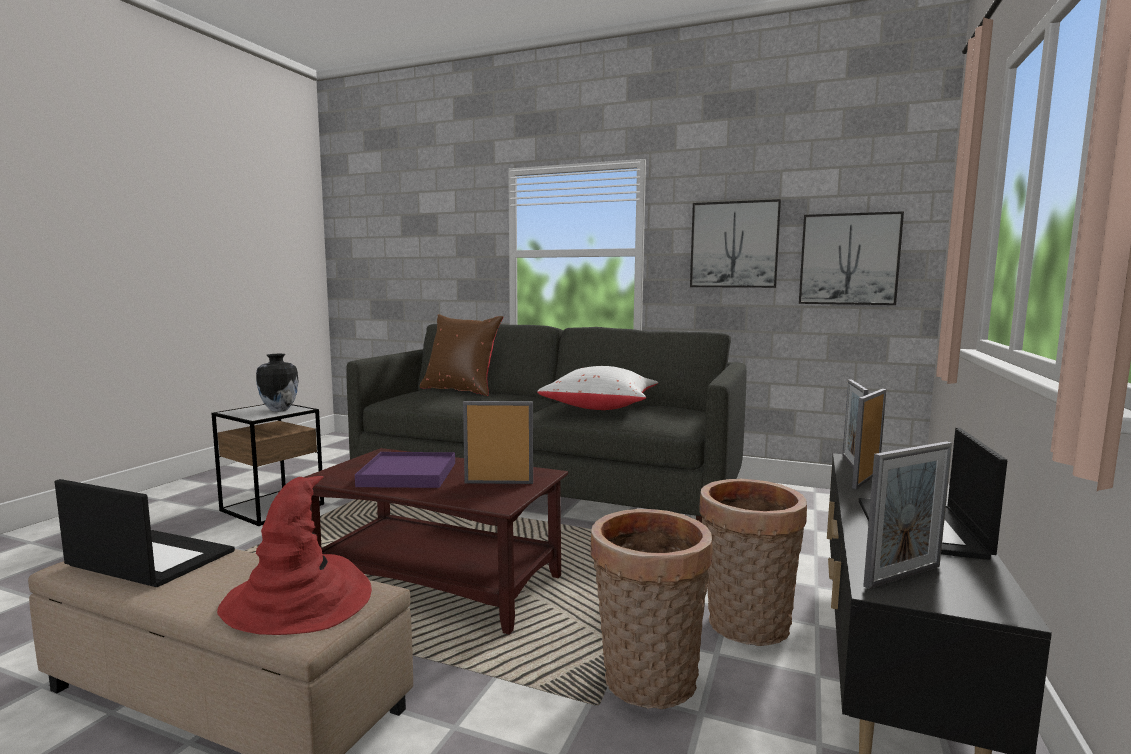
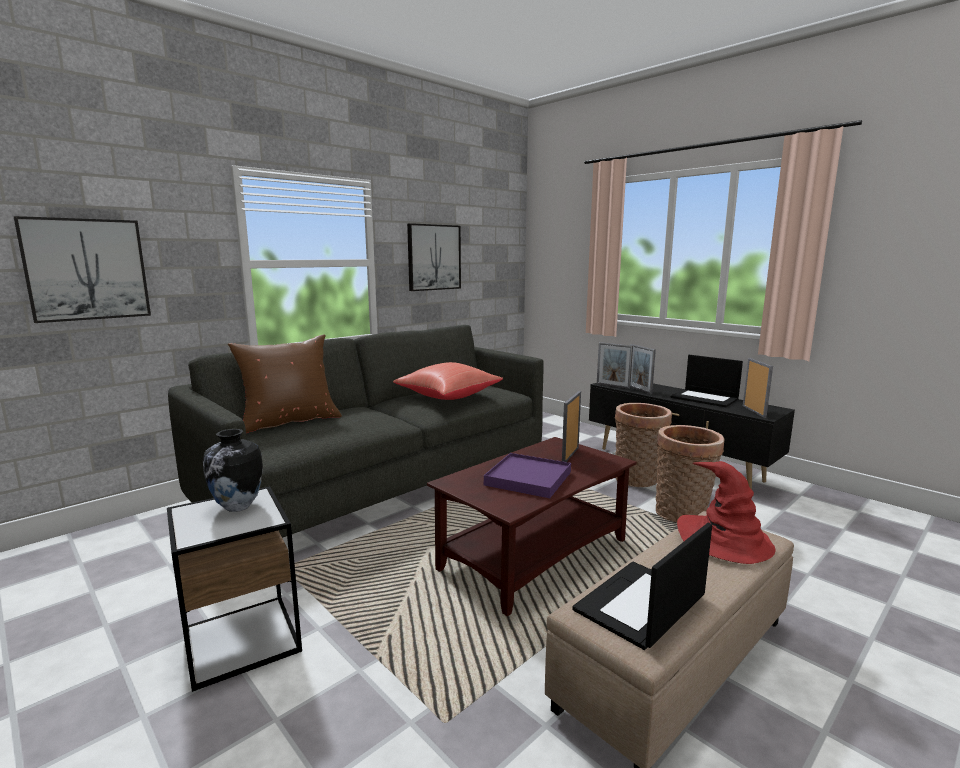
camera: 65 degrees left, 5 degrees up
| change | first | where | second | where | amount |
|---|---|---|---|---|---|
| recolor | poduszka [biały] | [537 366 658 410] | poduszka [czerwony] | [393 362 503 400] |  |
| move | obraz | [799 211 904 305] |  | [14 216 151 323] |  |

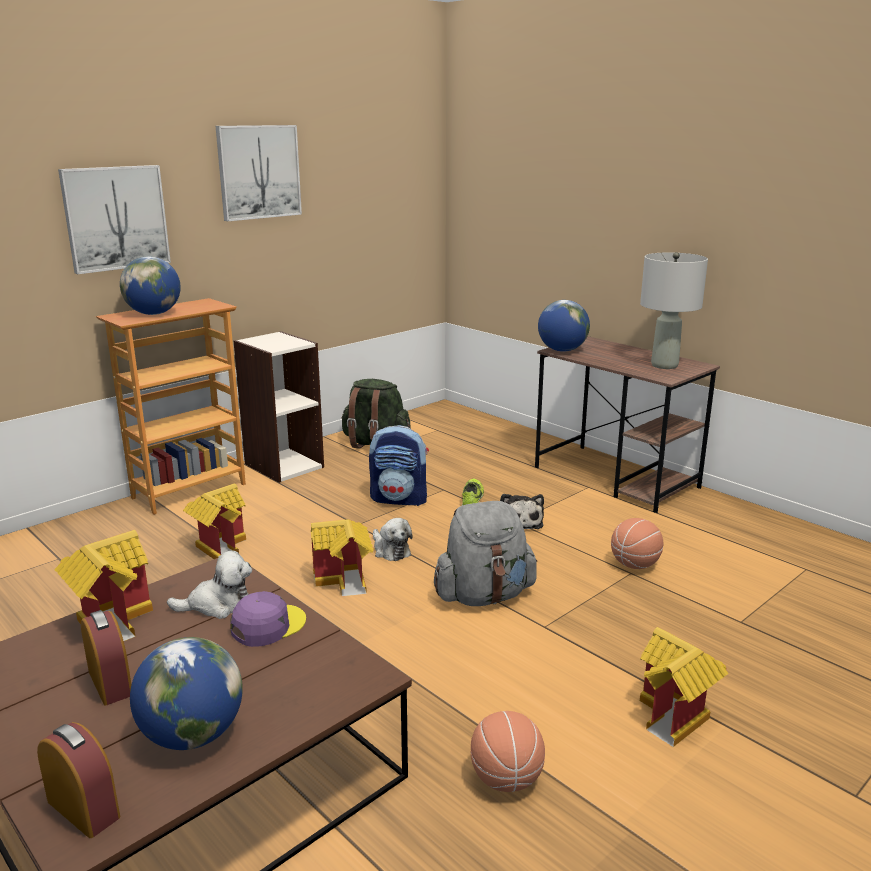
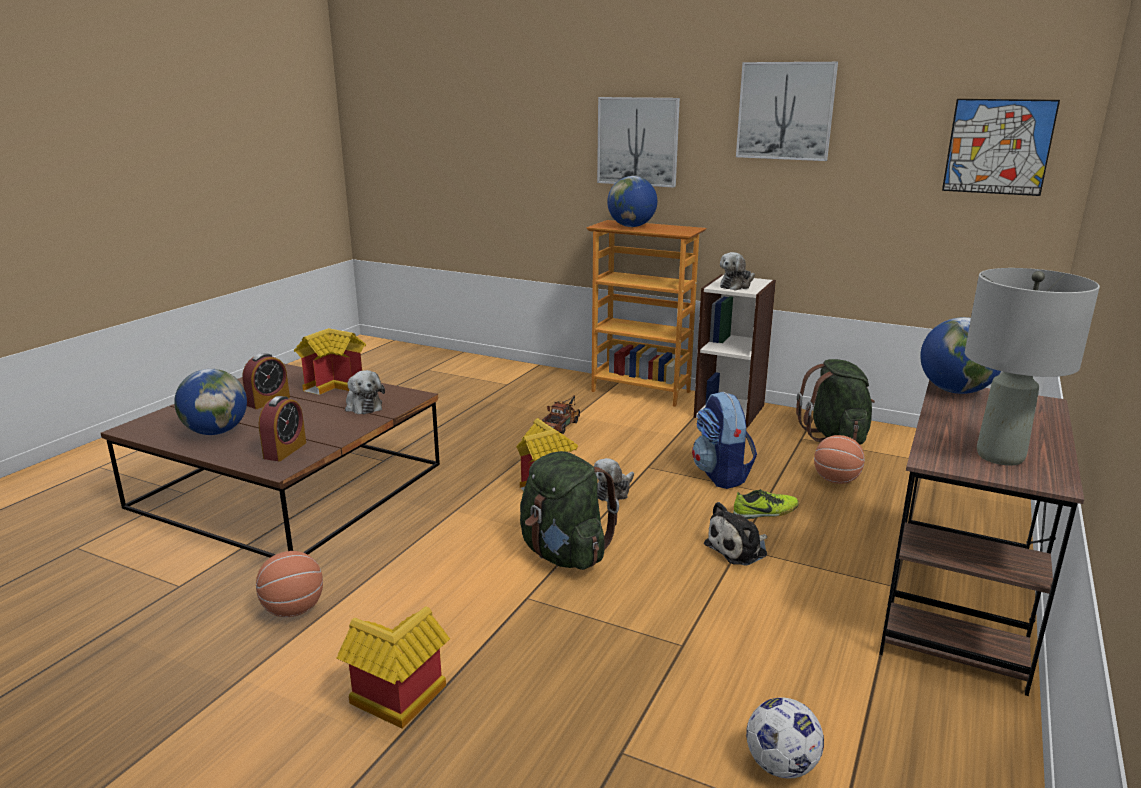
camera: 70 degrees right, 0 degrees up
| change | first | where | second | where | amount |
|---|---|---|---|---|---|
| move | budzik | [37 722 120 838] |  | [259 396 306 461] |  |
| replace | domek | [183 483 246 559] | ciężarówka zabawkowa | [542 395 580 434] |  |
| delete | czapka z daszkiem [fioletowy] | [231 591 306 647] |  |  |  |
| recolor | plecak [szary] | [434 501 537 606] | plecak [zielony] | [520 451 619 570] |  |
| move | piłka do koszykówki | [611 518 663 569] |  | [814 435 865 484] |  |
| insert |  |  | pluszak | [720 252 755 291] |  |
| insert |  |  | piłka futbolowa | [746 697 824 779] |  |
| insert |  |  | obraz | [942 99 1060 196] |  |

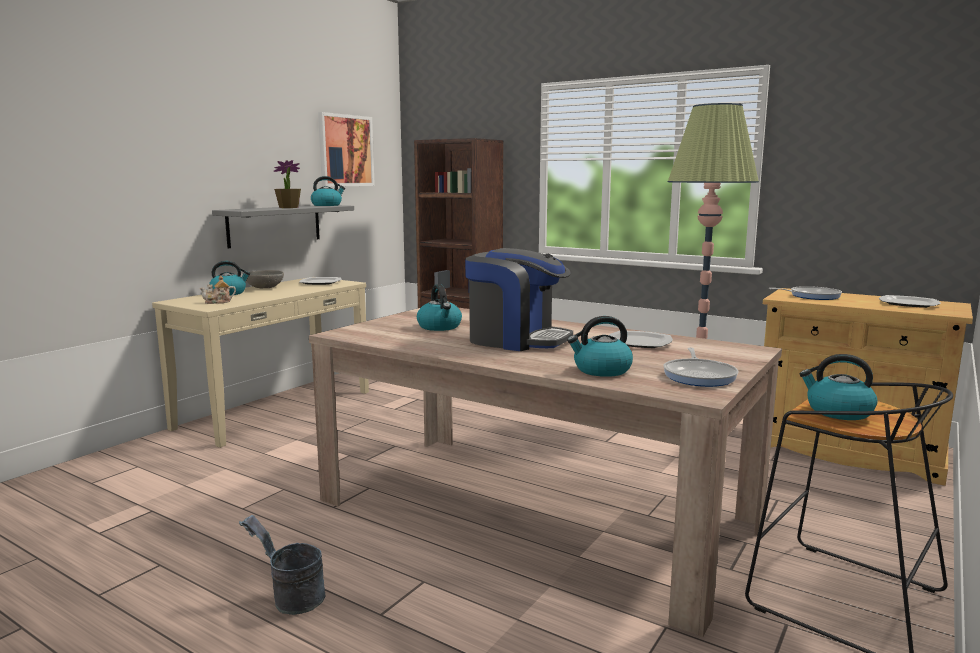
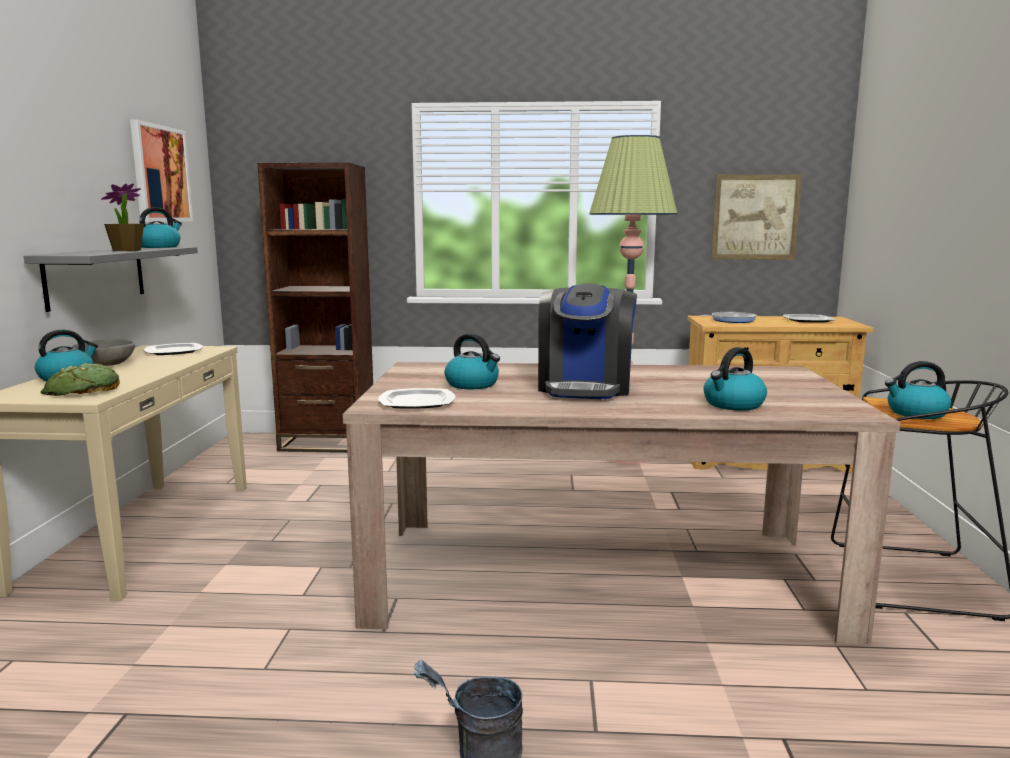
camera: 30 degrees left, 0 degrees up
| change | first | where | second | where | amount |
|---|---|---|---|---|---|
| replace | imbryk | [199 276 236 304] | chleb | [41 363 120 396] |  |
| rotate | ekspres do kawy | [465 248 573 351] |  | [538 283 637 399] | 105 degrees clockwise |
| move | talerz | [609 331 673 348] |  | [378 388 456 409] |  |
| delete | patelnia | [663 347 738 387] |  |  |  |
| insert |  |  | obraz | [711 174 802 260] |  |

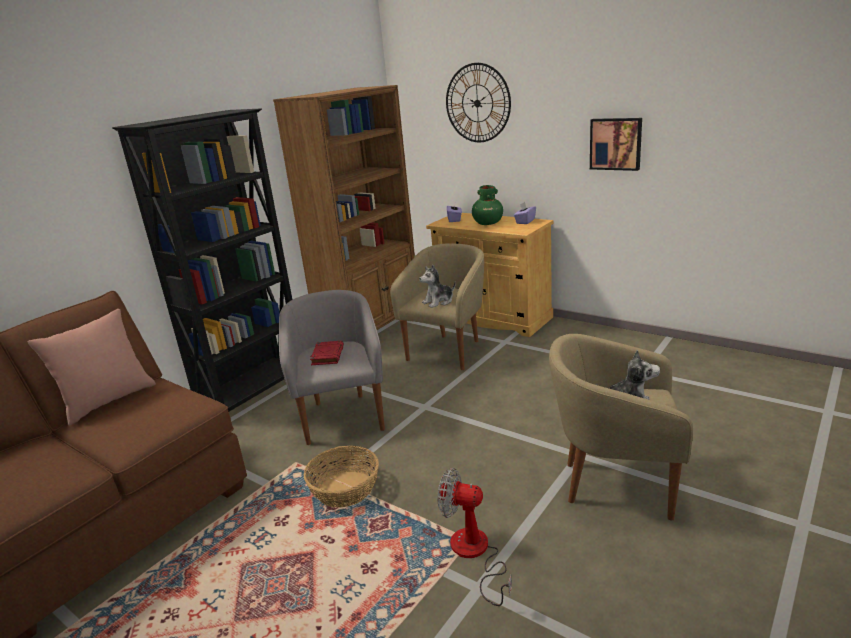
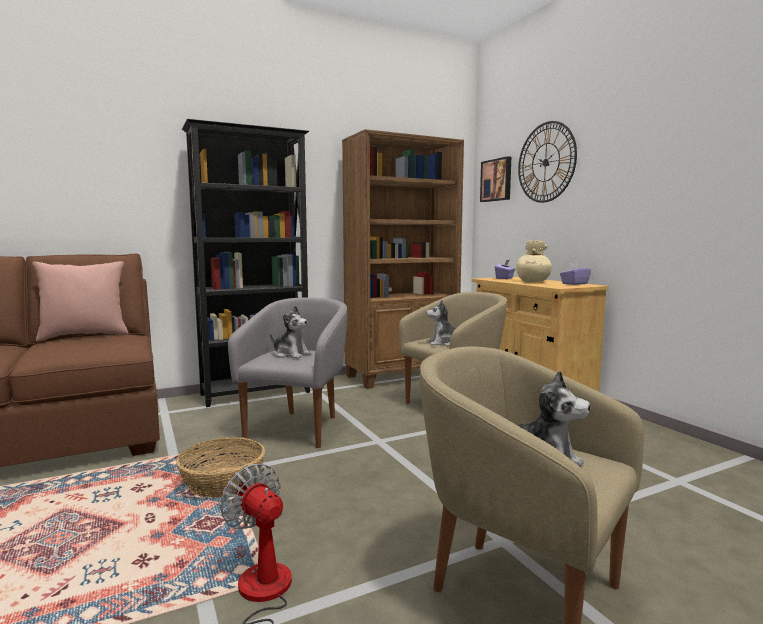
camera: 25 degrees right, 15 degrees down
| change | first | where | second | where | amount |
|---|---|---|---|---|---|
| replace | książka [czerwony] | [310 341 344 365] | pluszak | [270 306 311 358] |  |
| recolor | wazon [zielony] | [472 185 503 225] | wazon [beżowy] | [516 241 552 282] |  |
| move | obraz | [590 118 642 171] |  | [480 156 511 202] |  |

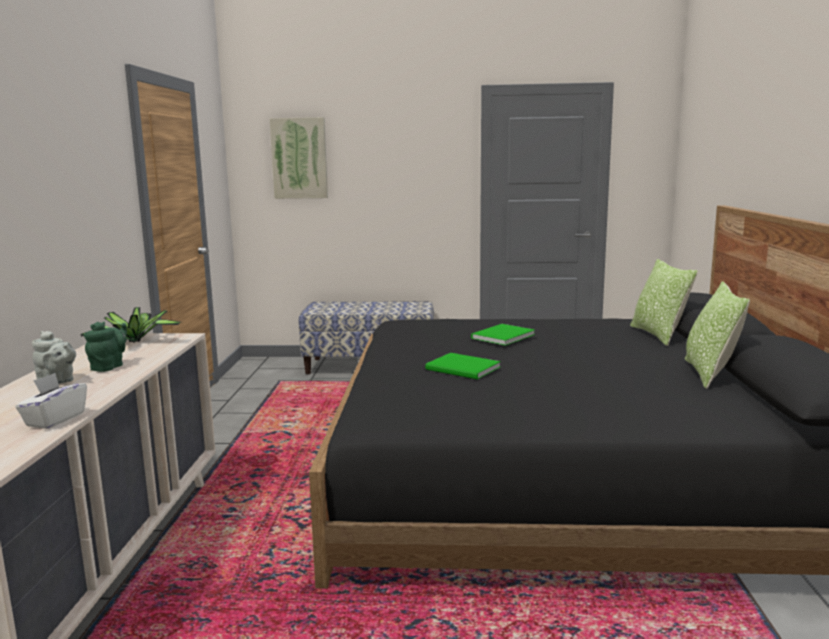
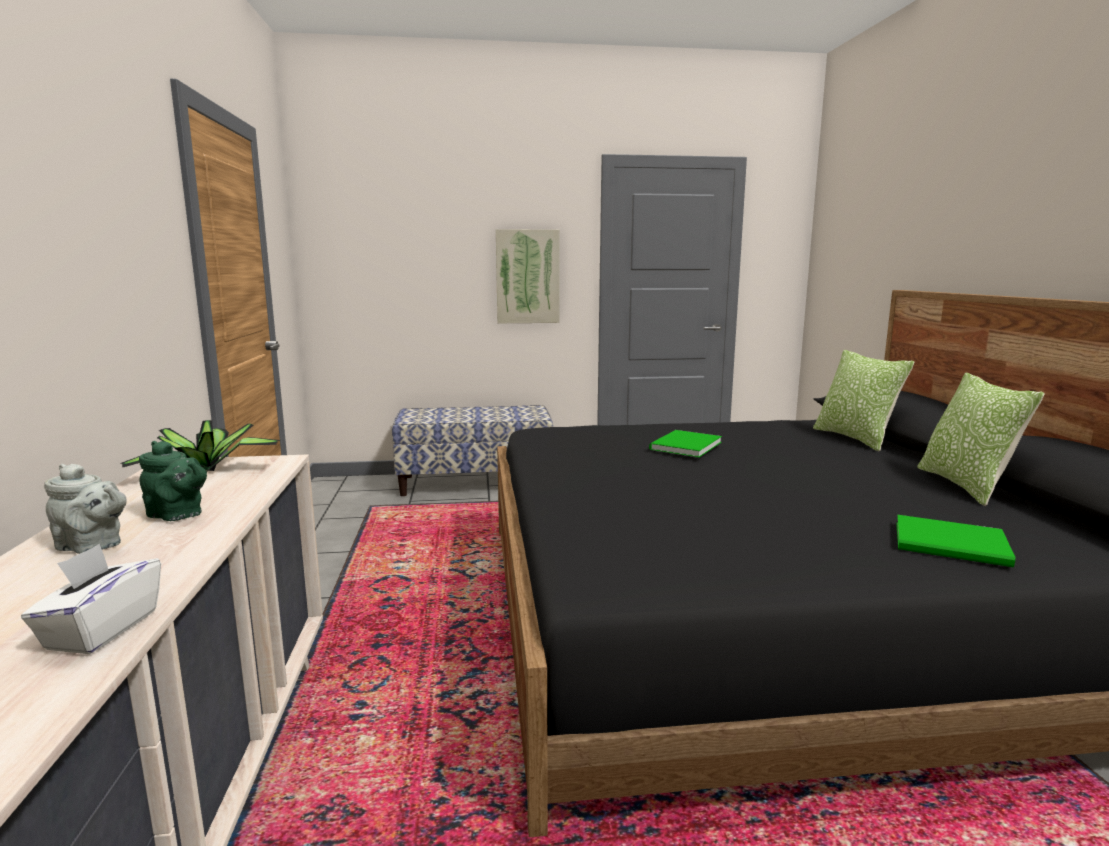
camera: 10 degrees left, 0 degrees up
| change | first | where | second | where | amount |
|---|---|---|---|---|---|
| rotate | imbryk [zielony] | [84 322 127 372] |  | [139 441 207 521] | 105 degrees clockwise |
| move | obraz | [270 117 328 199] |  | [496 229 560 323] |  |
| move | książka [zielony] | [425 353 501 380] |  | [896 515 1015 567] |  |

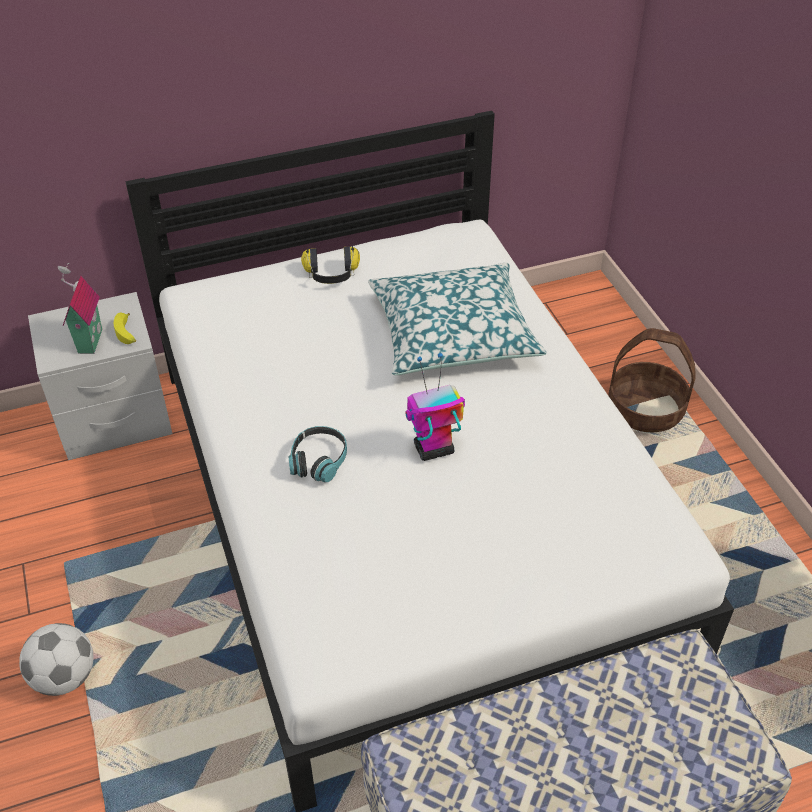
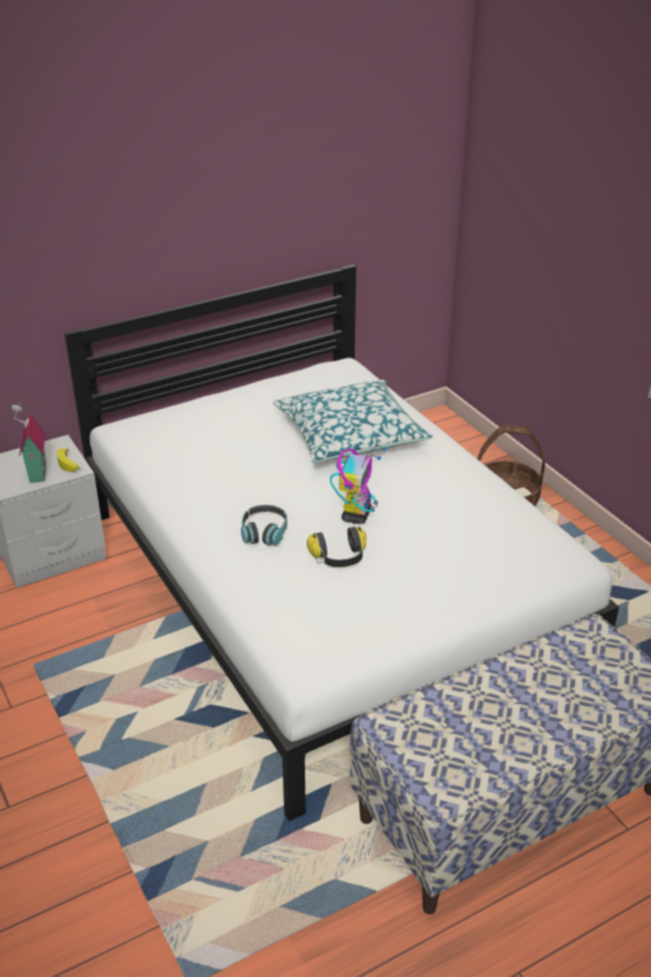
camera: 10 degrees left, 10 degrees down
| change | first | where | second | where | amount |
|---|---|---|---|---|---|
| delete | piłka futbolowa | [19 623 94 696] |  |  |  |
| move | słuchawki | [301 246 360 284] |  | [307 526 366 567] |  |
| rotate | robot zabawkowy | [406 353 465 461] |  | [330 446 387 524] | 135 degrees clockwise |

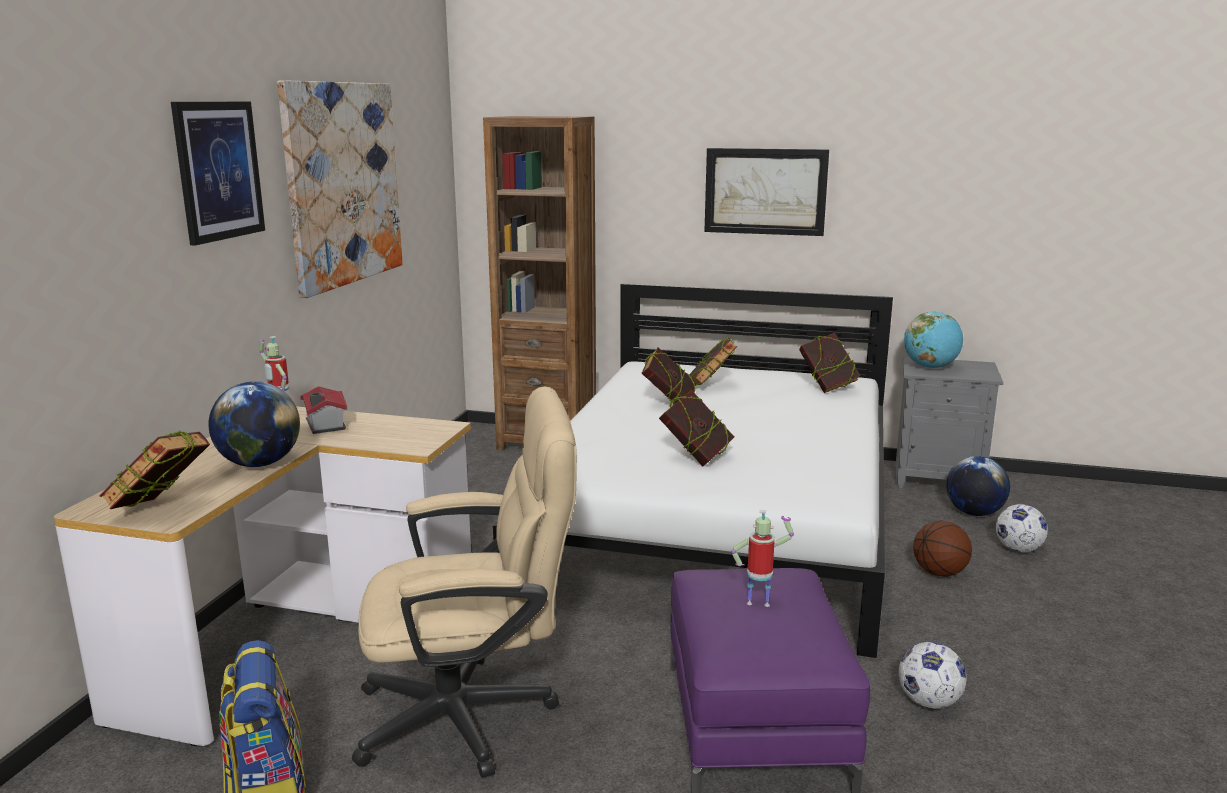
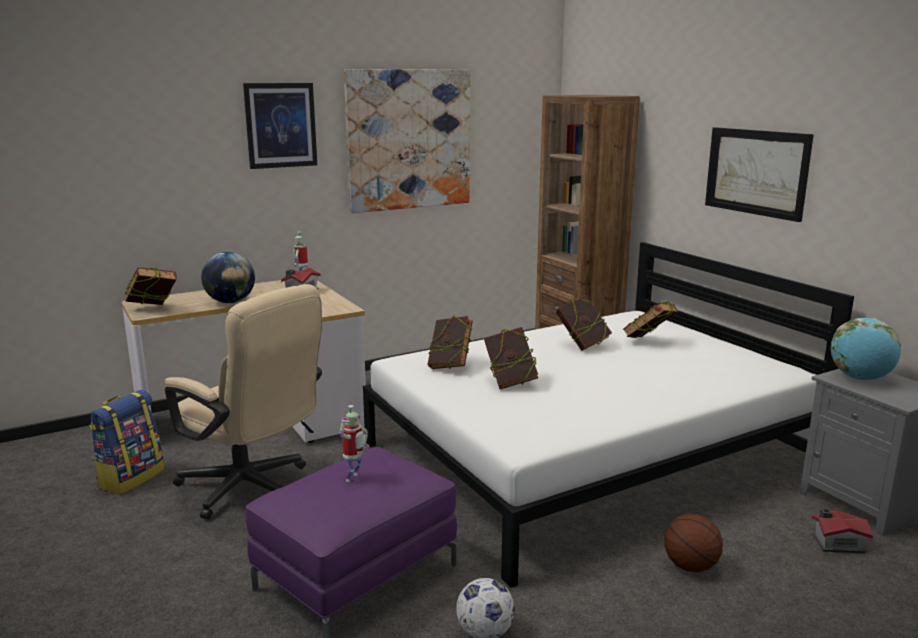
camera: 45 degrees right, 0 degrees up
| change | first | where | second | where | amount |
|---|---|---|---|---|---|
| rotate | robot zabawkowy | [731 510 794 607] |  | [339 405 369 482] | 60 degrees clockwise |
| move | książka | [799 333 861 393] |  | [427 316 473 369] |  |
| replace | globus | [946 456 1010 516] | domek | [811 508 873 553] |  |
| delete | piłka futbolowa | [996 504 1048 553] |  |  |  |

